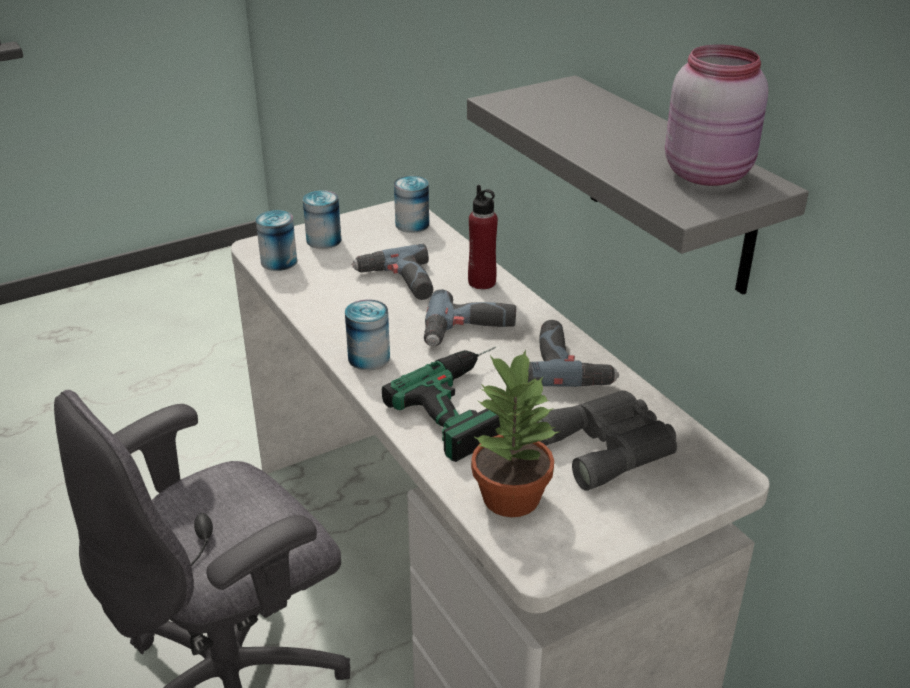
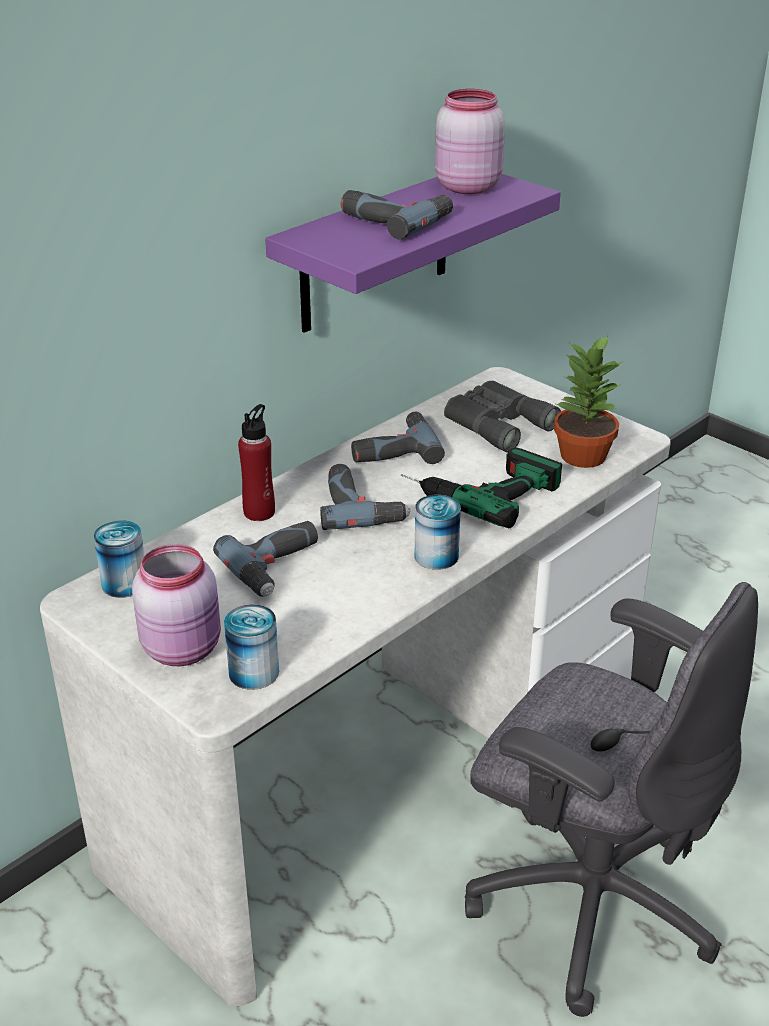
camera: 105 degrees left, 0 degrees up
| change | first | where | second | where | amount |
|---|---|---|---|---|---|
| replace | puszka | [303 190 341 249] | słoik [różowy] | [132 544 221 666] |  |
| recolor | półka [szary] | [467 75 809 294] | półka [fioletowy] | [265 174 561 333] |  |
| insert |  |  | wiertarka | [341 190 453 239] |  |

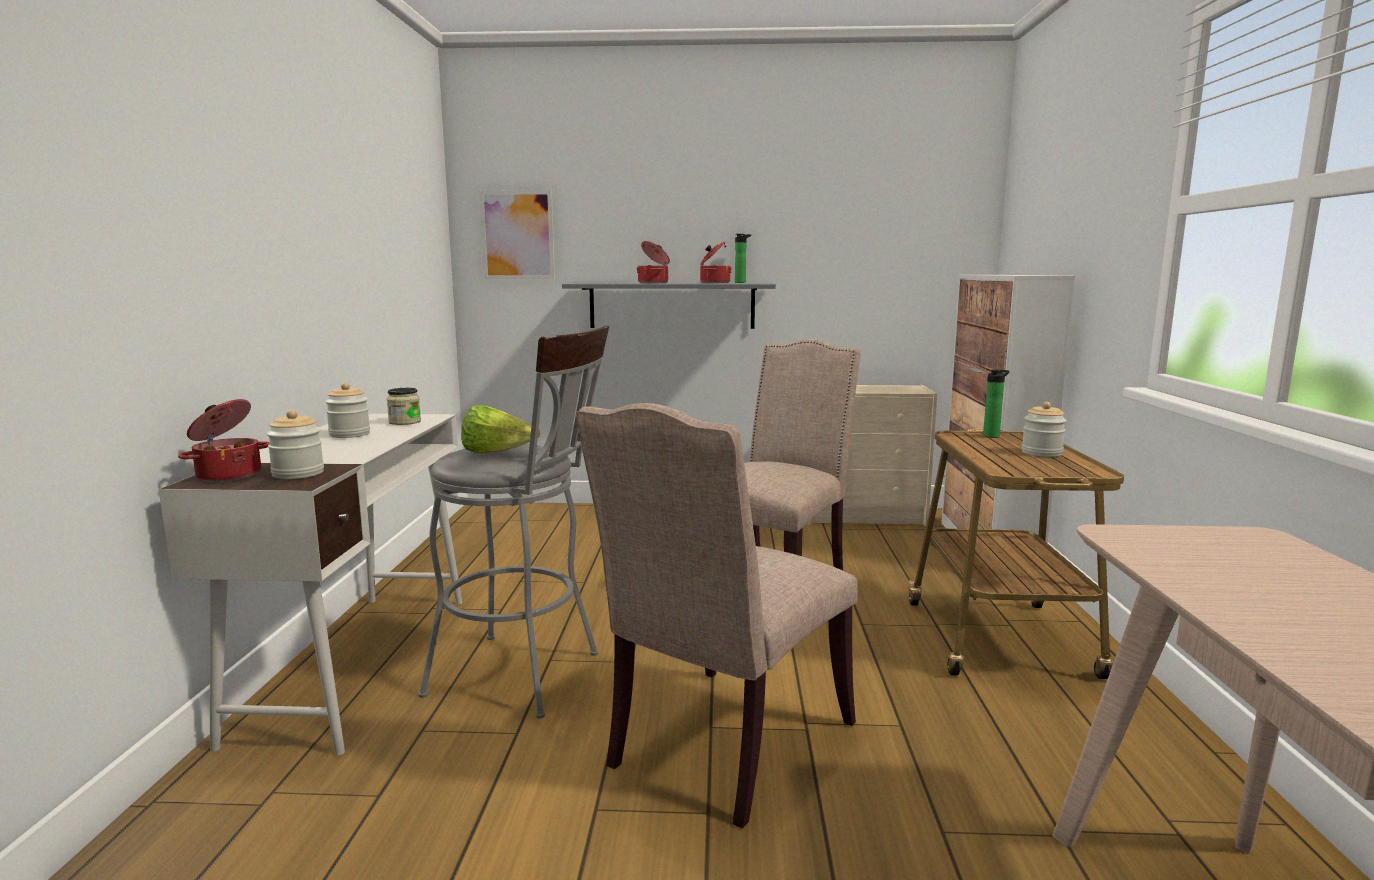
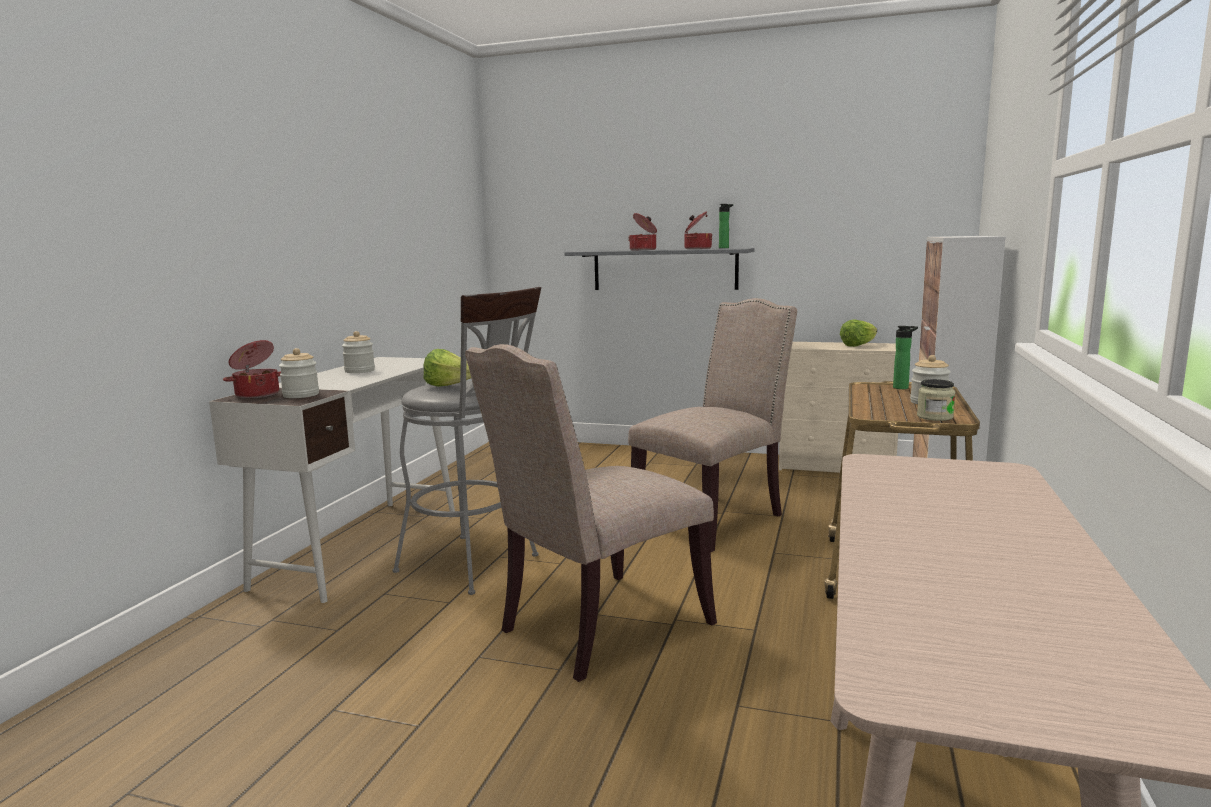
camera: 15 degrees right, 0 degrees up
| change | first | where | second | where | amount |
|---|---|---|---|---|---|
| move | słoik | [387 388 421 425] |  | [917 379 955 421] |  |
| delete | obraz | [479 190 555 279] |  |  |  |
| insert |  |  | sałata | [840 319 877 347] |  |

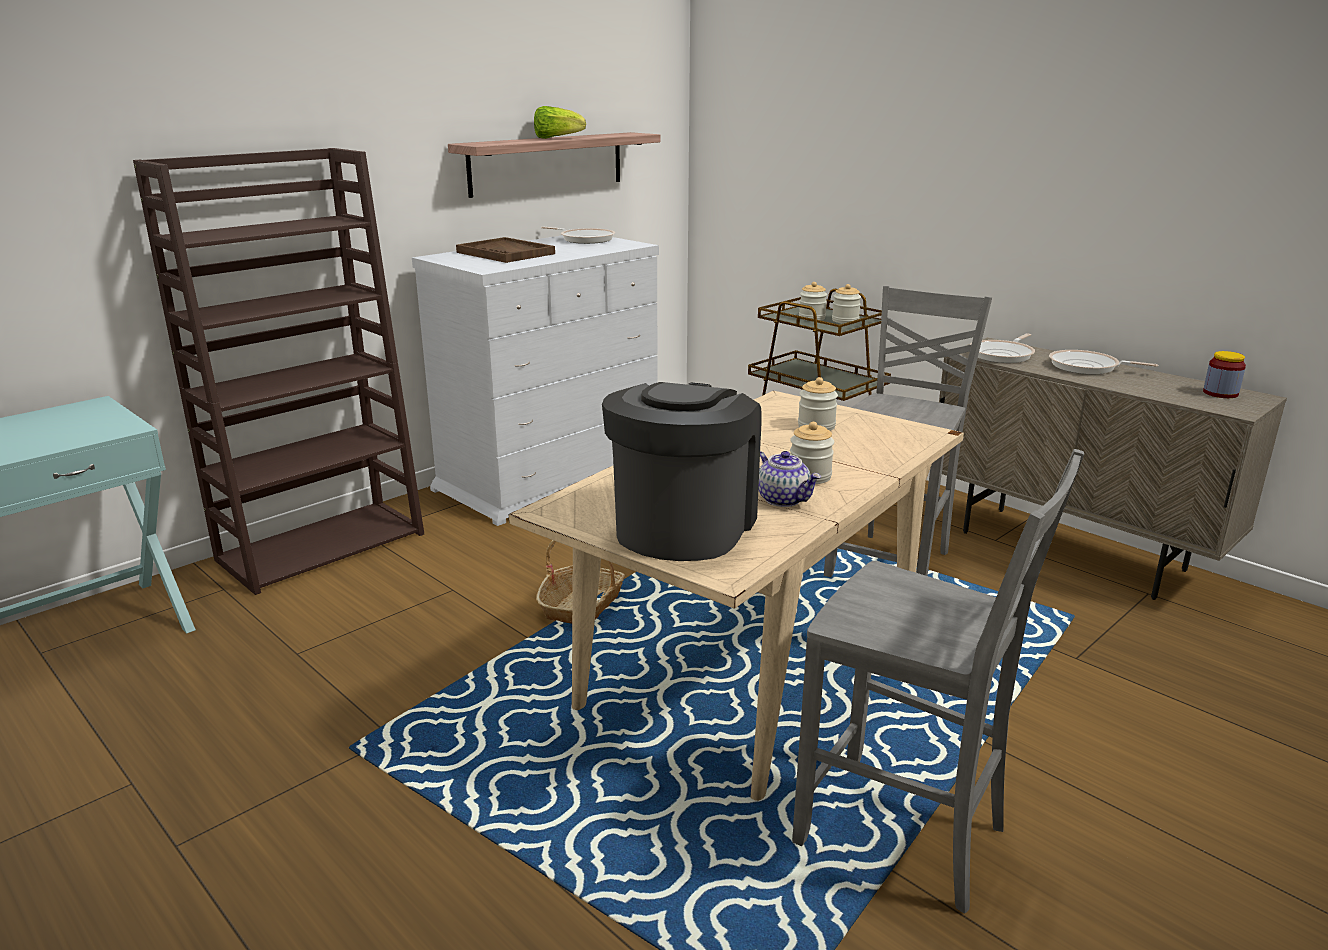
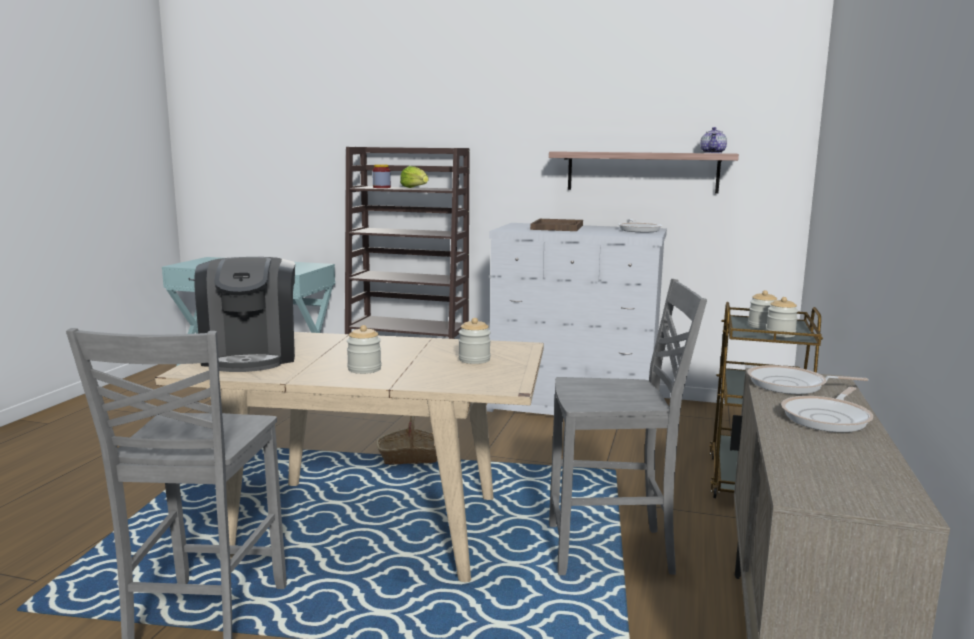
camera: 60 degrees right, 10 degrees down
| change | first | where | second | where | amount |
|---|---|---|---|---|---|
| move | sałata | [534 106 586 139] |  | [400 166 429 188] |  |
| rotate | ekspres do kawy | [602 382 762 561] |  | [194 257 295 372] | 90 degrees clockwise |
| move | imbryk | [758 451 821 507] |  | [700 127 727 153] |  |
| rotate | patelnia | [1049 350 1158 374] |  | [781 387 873 432] | 135 degrees counterclockwise |
| move | słoik | [1203 351 1246 398] |  | [372 164 391 188] |  |

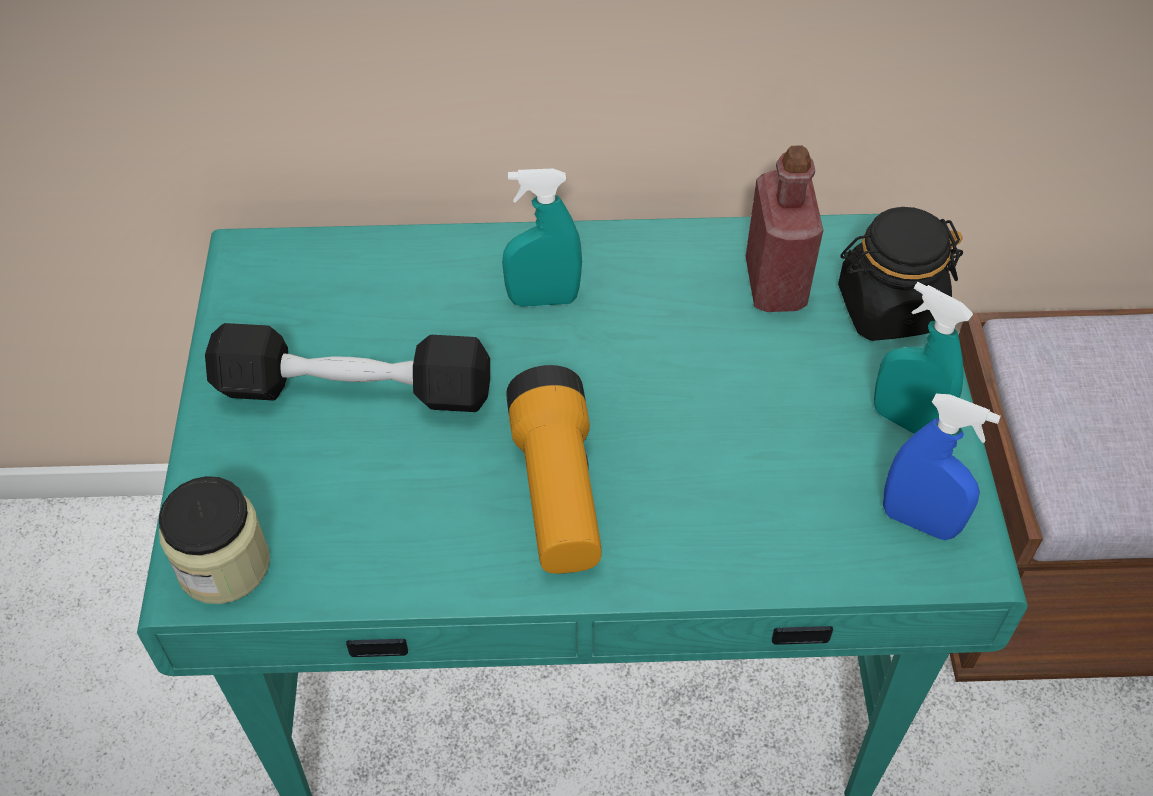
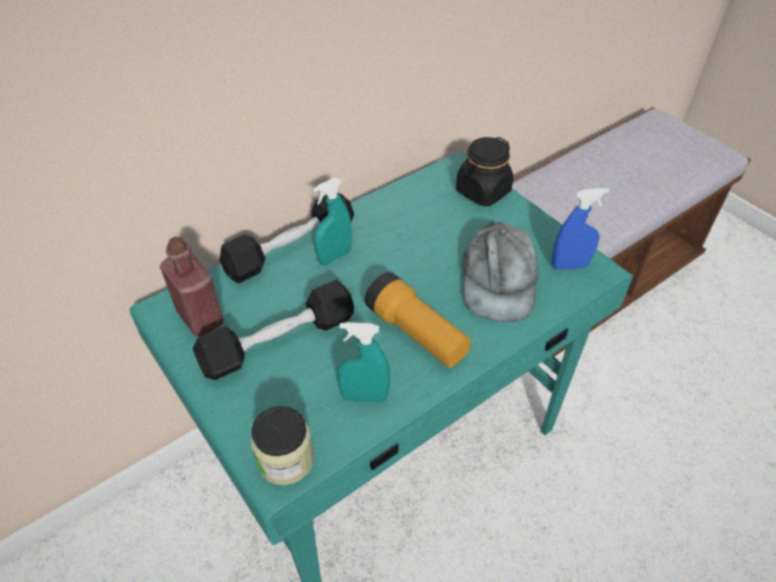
camera: 35 degrees left, 5 degrees down
| change | first | where | second | where | amount |
|---|---|---|---|---|---|
| move | butelka [czerwony] | [745 145 823 312] |  | [160 236 224 336] |  |
| move | spryskiwacz [turkusowy] | [874 282 973 434] |  | [337 322 390 403] |  |
| insert |  |  | hantel [czarny] | [219 192 354 283] |  |
| insert |  |  | czapka z daszkiem [szary] | [462 220 539 322] |  |

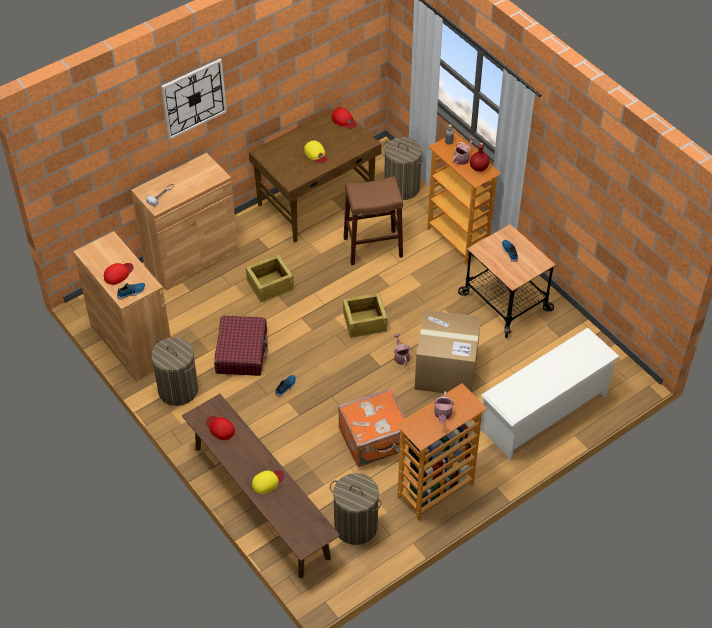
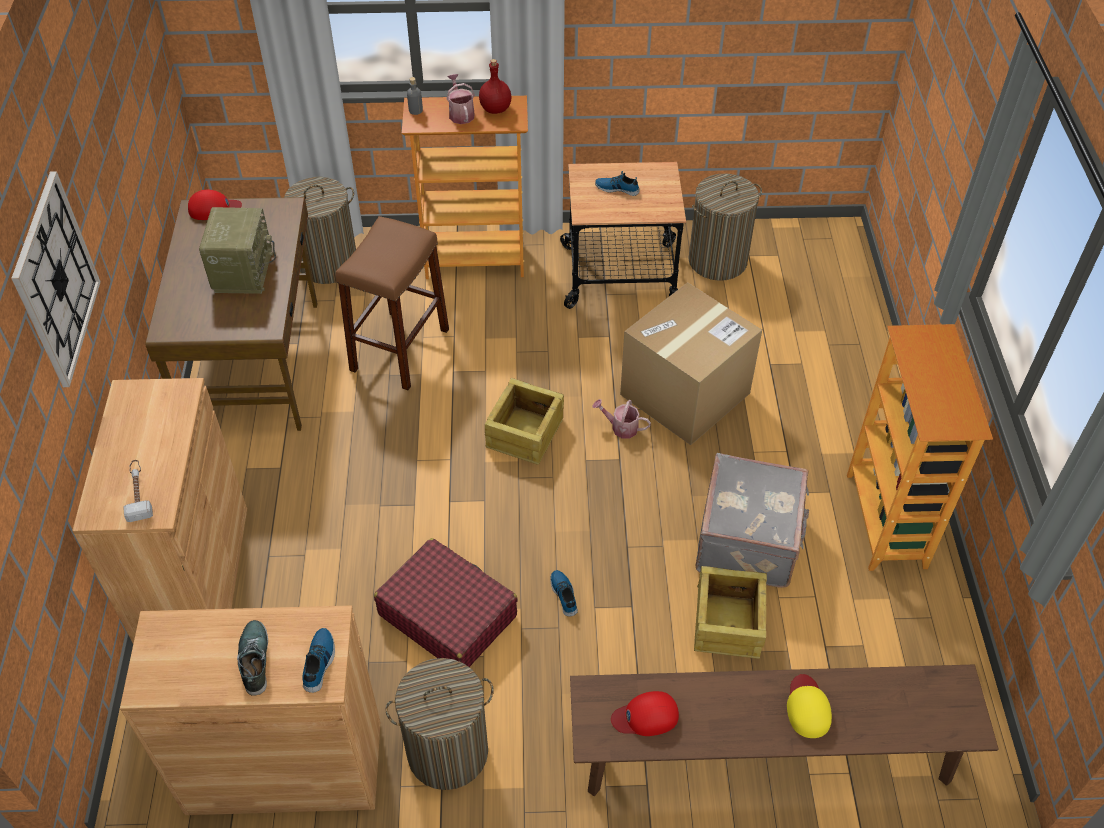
camera: 55 degrees left, 0 degrees up
| change | first | where | second | where | amount |
|---|---|---|---|---|---|
| replace | czapka z daszkiem [czerwony] | [104 263 134 285] | but | [237 620 268 696] |  |
| move | skrzynka | [246 255 293 303] |  | [694 566 767 659] |  |
| replace | czapka z daszkiem [żółty] | [304 140 327 163] | radio | [199 207 276 294] |  |
| move | kosz na pranie | [330 473 382 545] |  | [688 174 762 281] |  |
| recolor | walizka [pomarańczowy] | [338 388 410 467] | walizka [szary] | [695 453 809 588] |  |
| delete | konewka | [434 391 454 423] |  |  |  |
| delete | regał na buty [biały] | [480 328 620 460] |  |  |  |

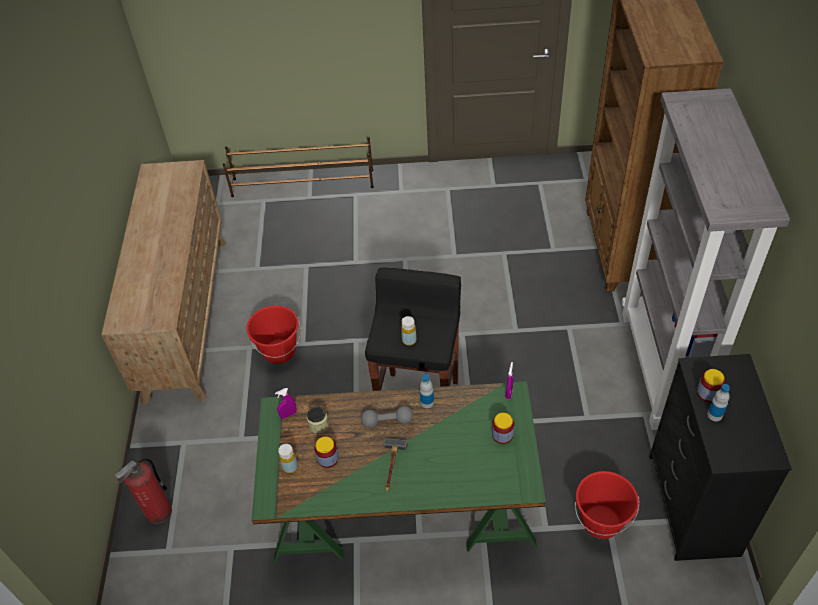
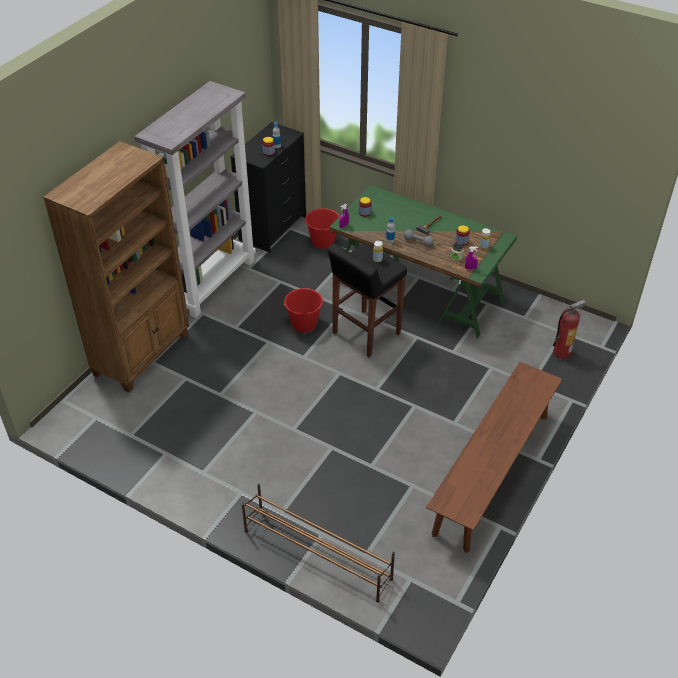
camera: 150 degrees left, 5 degrees down
| change | first | where | second | where | amount |
|---|---|---|---|---|---|
| replace | komoda [brązowy] | [101 160 226 406] | ławka [brązowy] | [426 362 562 553] |  |
| move | wiadro [czerwony] | [246 305 301 364] |  | [283 288 324 332] |  |

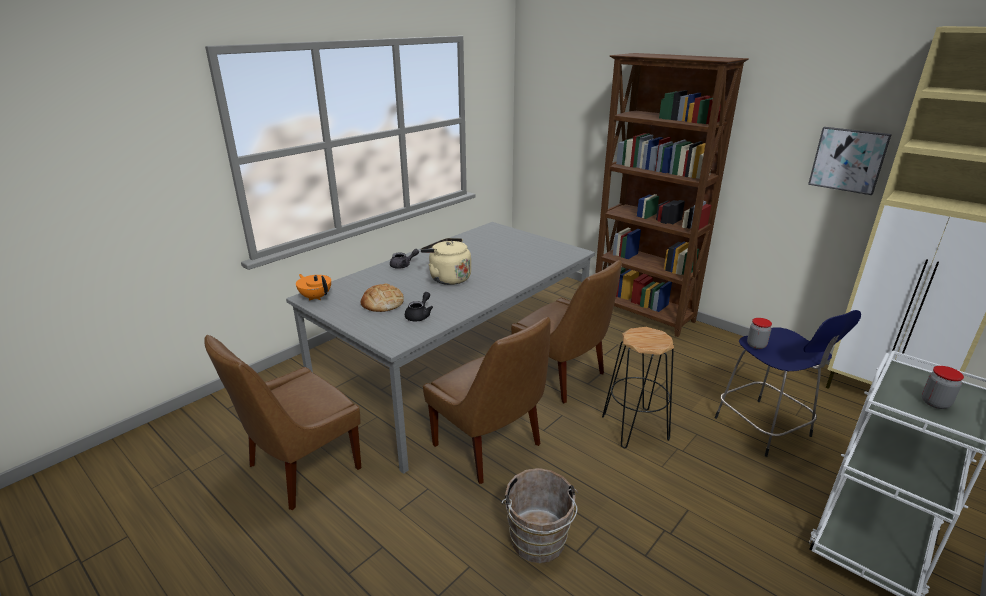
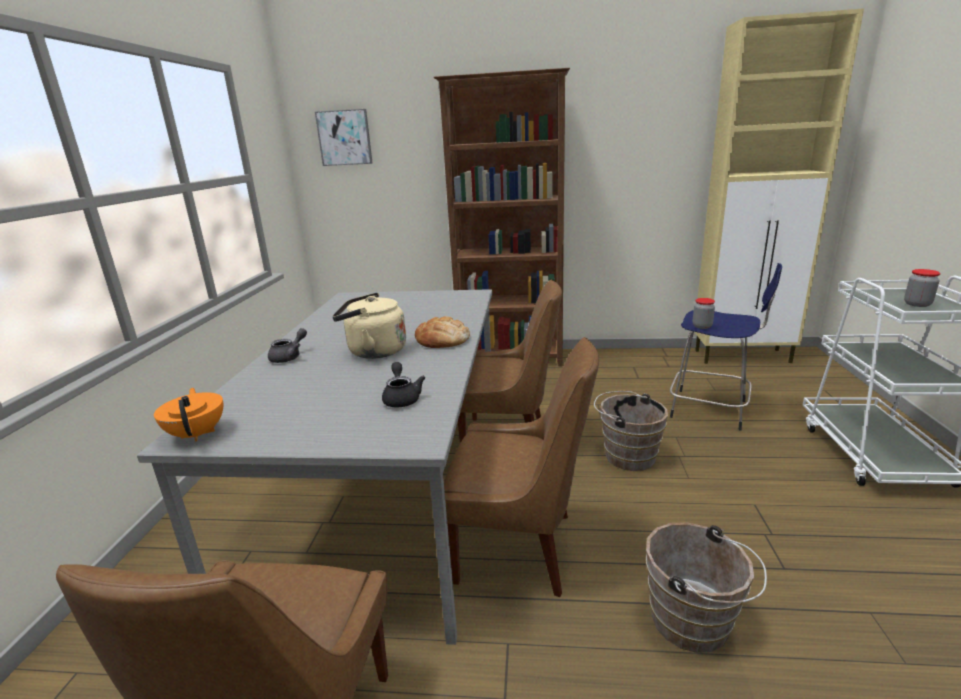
camera: 35 degrees left, 5 degrees down
| change | first | where | second | where | amount |
|---|---|---|---|---|---|
| rotate | imbryk [pomarańczowy] | [296 274 331 301] |  | [154 388 223 442] | 60 degrees clockwise |
| move | chleb | [360 284 404 312] |  | [415 316 470 348] |  |
| replace | stołek [czarny] | [602 327 674 448] | wiadro [brązowy] | [594 391 668 471] |  |
| move | obraz | [808 127 892 195] |  | [315 109 372 166] |  |

